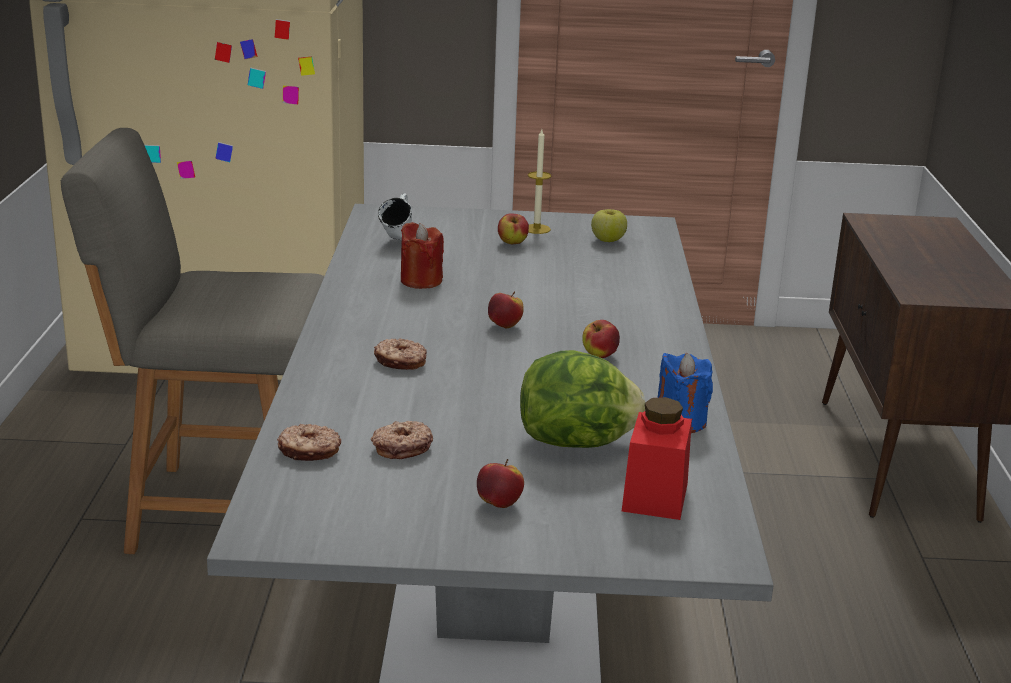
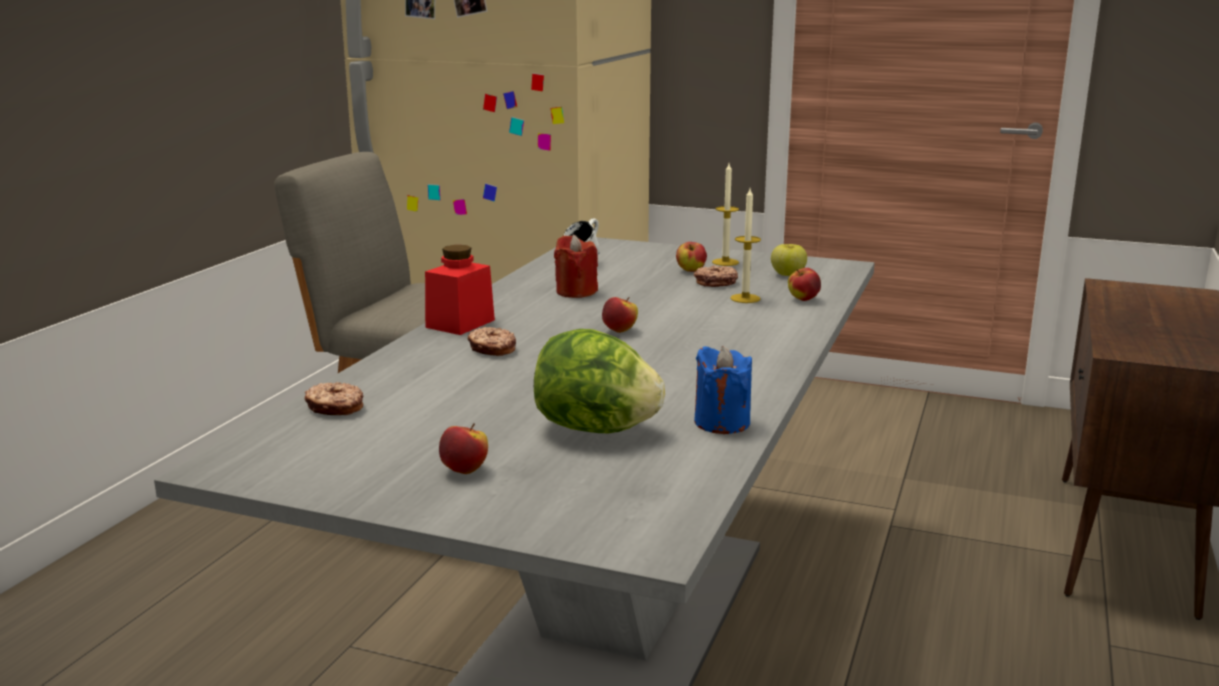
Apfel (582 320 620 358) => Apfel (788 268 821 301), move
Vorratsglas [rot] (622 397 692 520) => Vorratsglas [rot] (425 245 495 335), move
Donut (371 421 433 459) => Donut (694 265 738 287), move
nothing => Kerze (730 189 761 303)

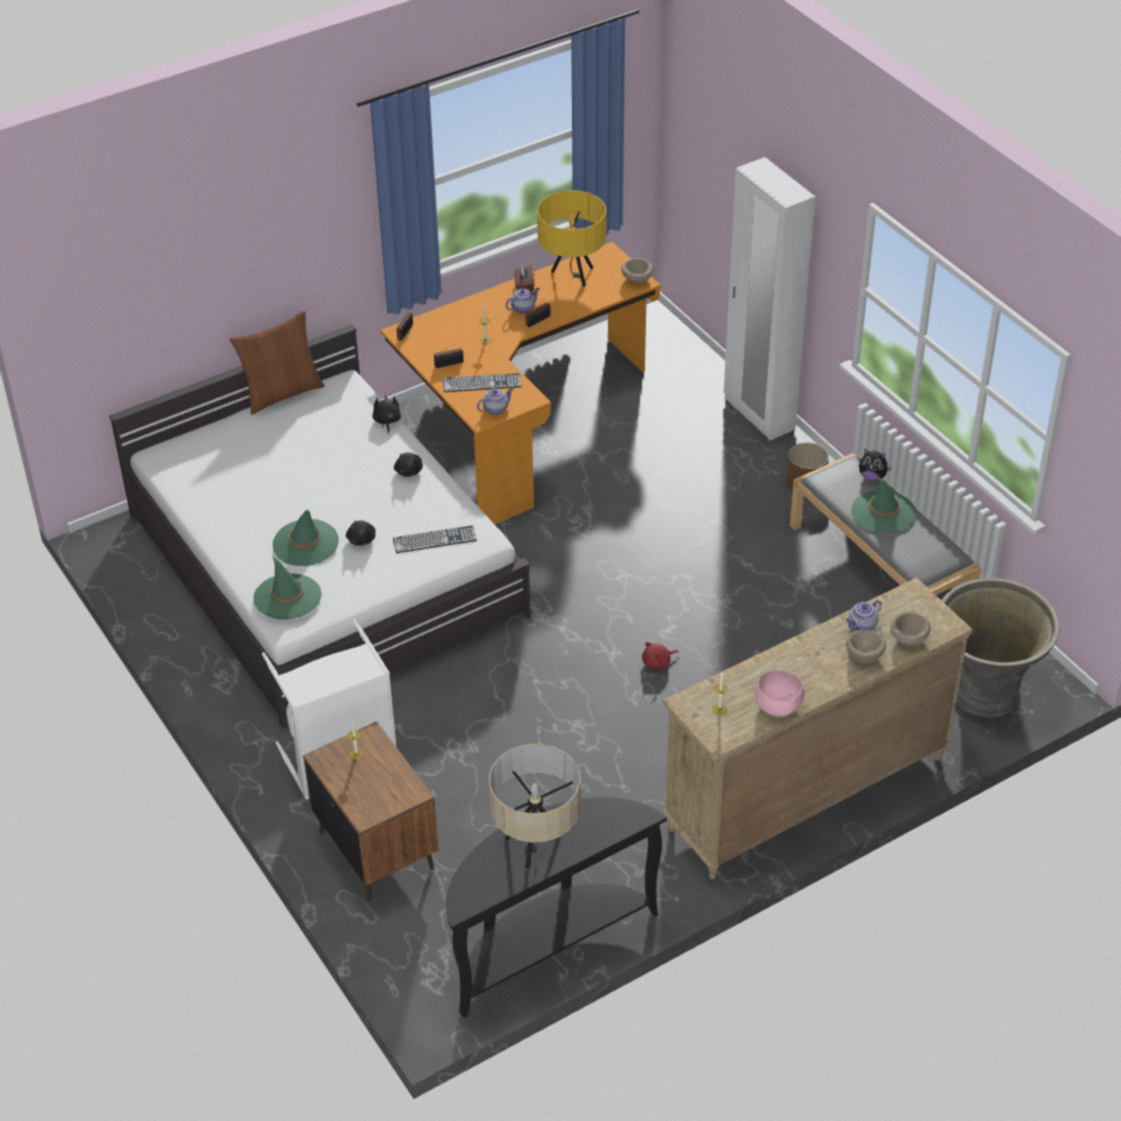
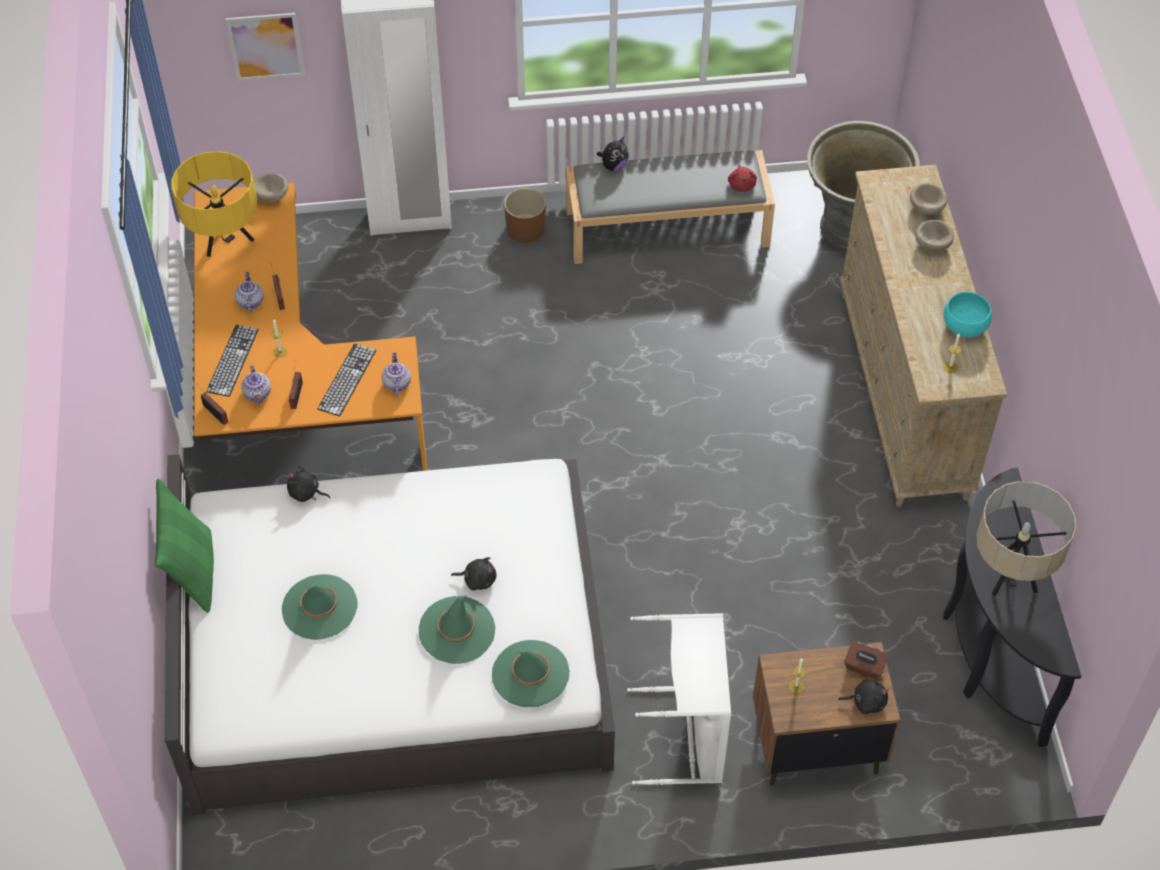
Taschentuchbox [braun] (515 264 535 293) => Taschentuchbox [braun] (844 641 889 679), move
Kissen [braun] (230 311 325 415) => Kissen [grün] (155 479 214 613)
Plüschtier [schwarz] (394 452 423 477) => Plüschtier [schwarz] (838 678 889 715), move
Hut [grün] (851 477 916 532) => Hut [grün] (282 574 358 640), move
Tastatur (393 525 477 553) => Tastatur (206 325 259 397), move
Teekanne (846 600 882 630) => Teekanne (241 365 271 404), move
Plüschtier [rot] (642 642 678 669) => Plüschtier [rot] (728 165 757 192), move
Schüssel [rosa] (755 669 805 716) => Schüssel [türkis] (944 292 992 337)
nothing => Bild (226 13 305 81)

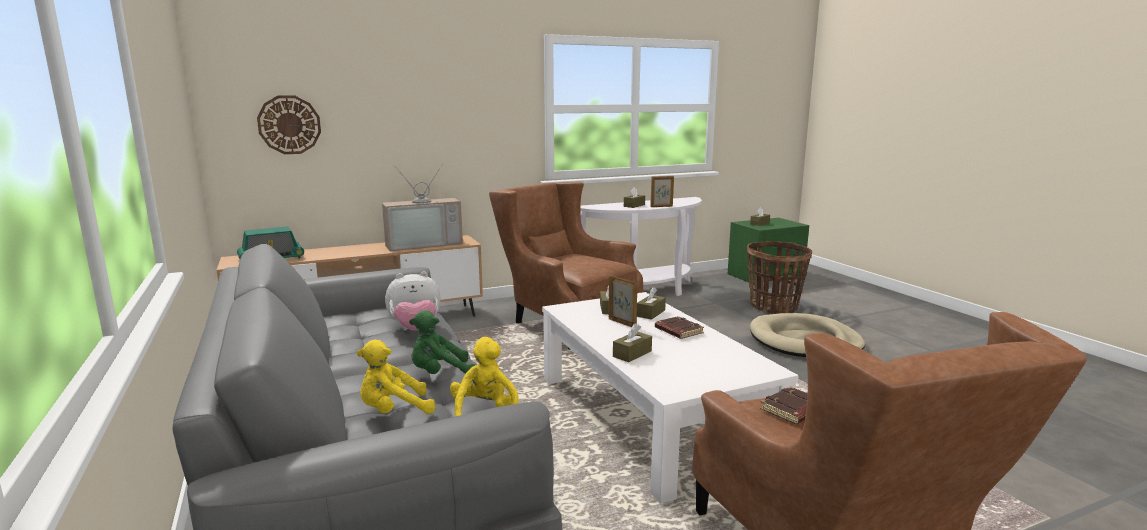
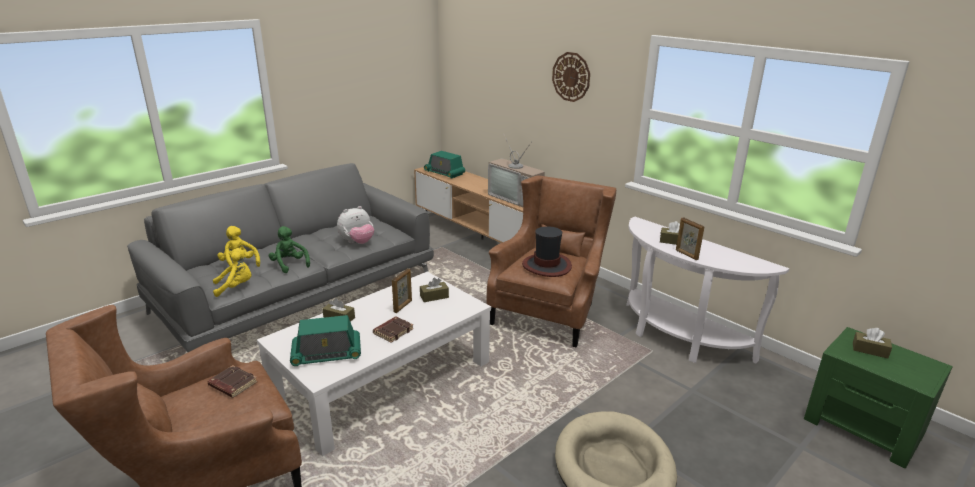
Wanduhr (257 95 321 154) => Wanduhr (552 52 590 102), move
Korb (747 241 812 314) => nothing
Plüschtier (385 271 441 331) => Plüschtier (337 206 374 244), 90 degrees counterclockwise
Taschentuchbox [braun] (637 287 666 320) => nothing
nothing => Hut (522 226 572 277)
nothing => Radio (290 315 361 366)

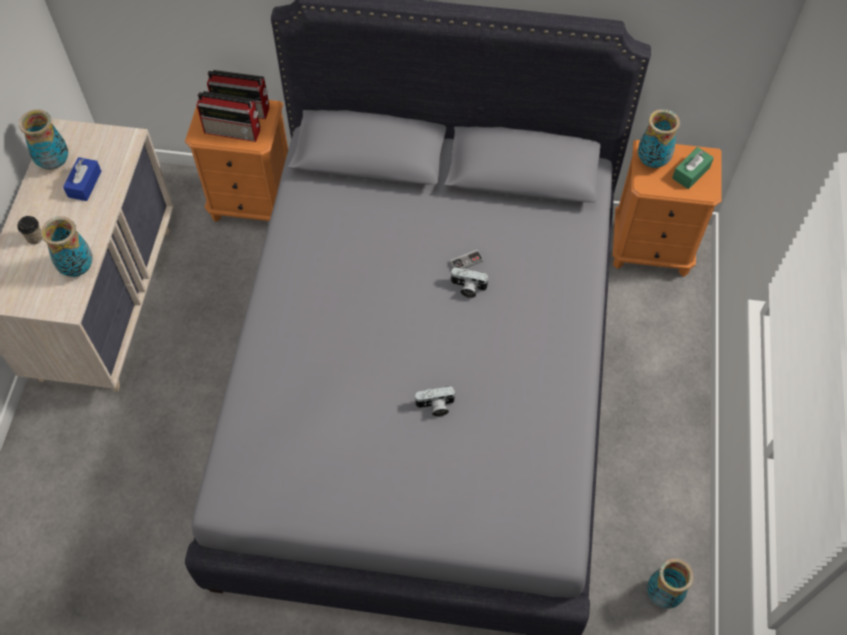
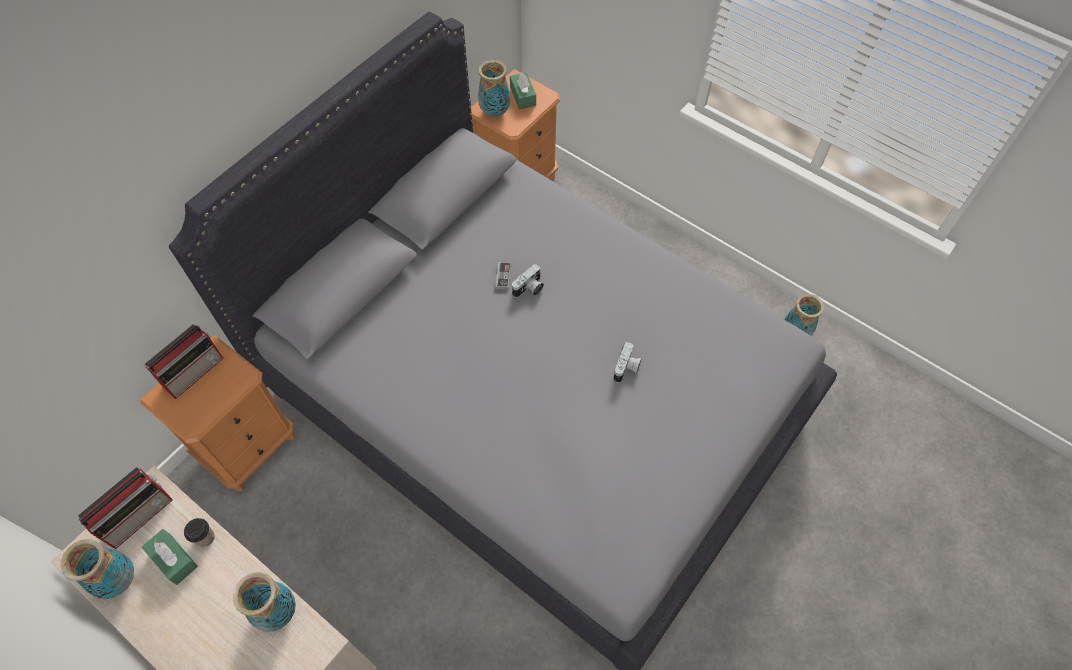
Radio (197 91 260 142) => Radio (78 467 173 549), move
Taschentuchbox [blau] (63 157 102 201) => Taschentuchbox [grün] (142 529 198 585)
Tasse (17 216 42 244) => Tasse (184 518 215 547), move

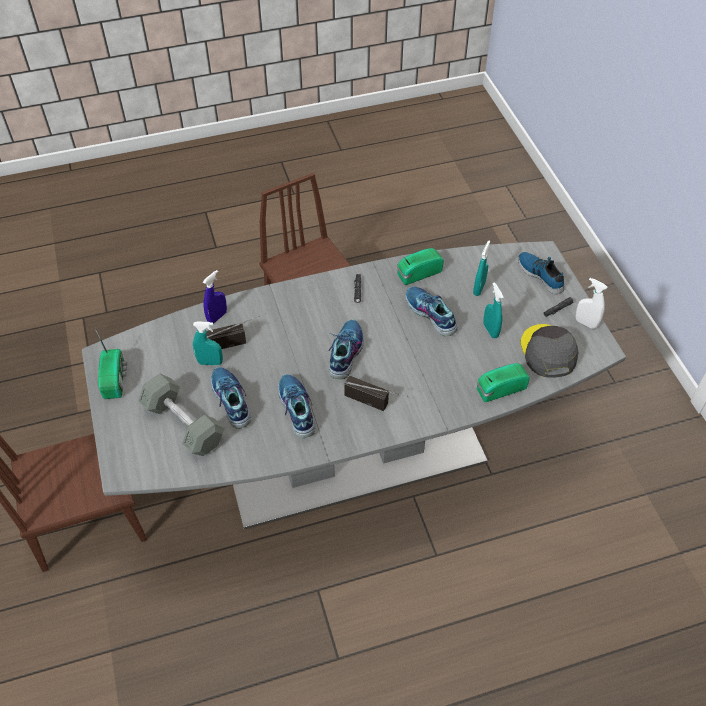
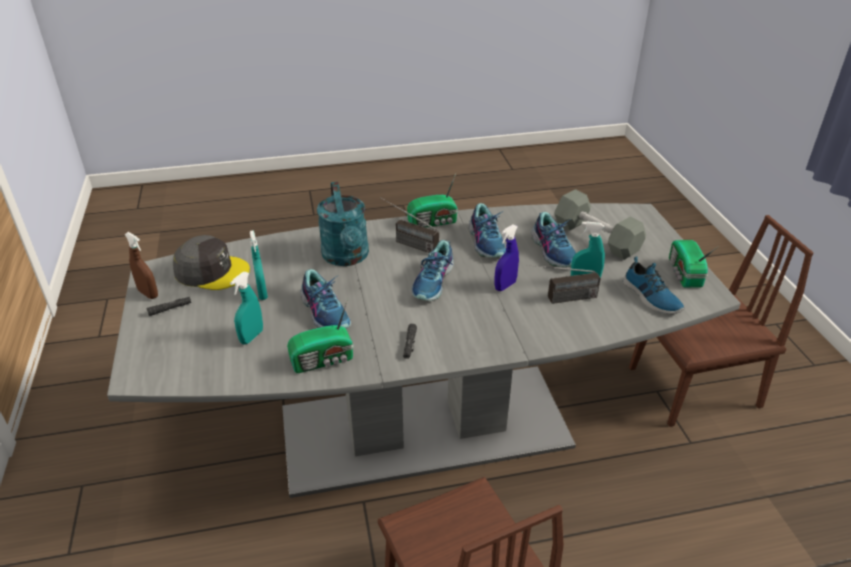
Schuh (518 252 565 294) => Schuh (623 257 684 314), move
Sprühflasche [blau] (203 270 227 324) => Sprühflasche [blau] (494 224 519 291), move
Sprühflasche [weiß] (575 278 607 329) => Sprühflasche [braun] (124 232 158 299)
Kappe [grau] (521 324 578 378) => Kappe [grau] (173 235 250 290), 75 degrees counterclockwise
Radio (477 363 530 402) => Radio (407 174 458 228), move
nothing => Gießkanne [türkis] (317 182 369 266)

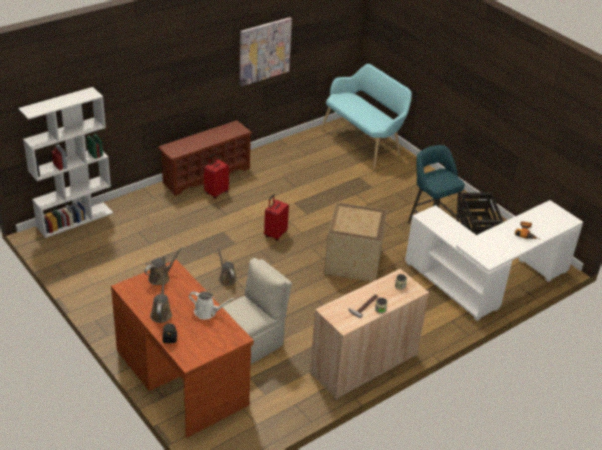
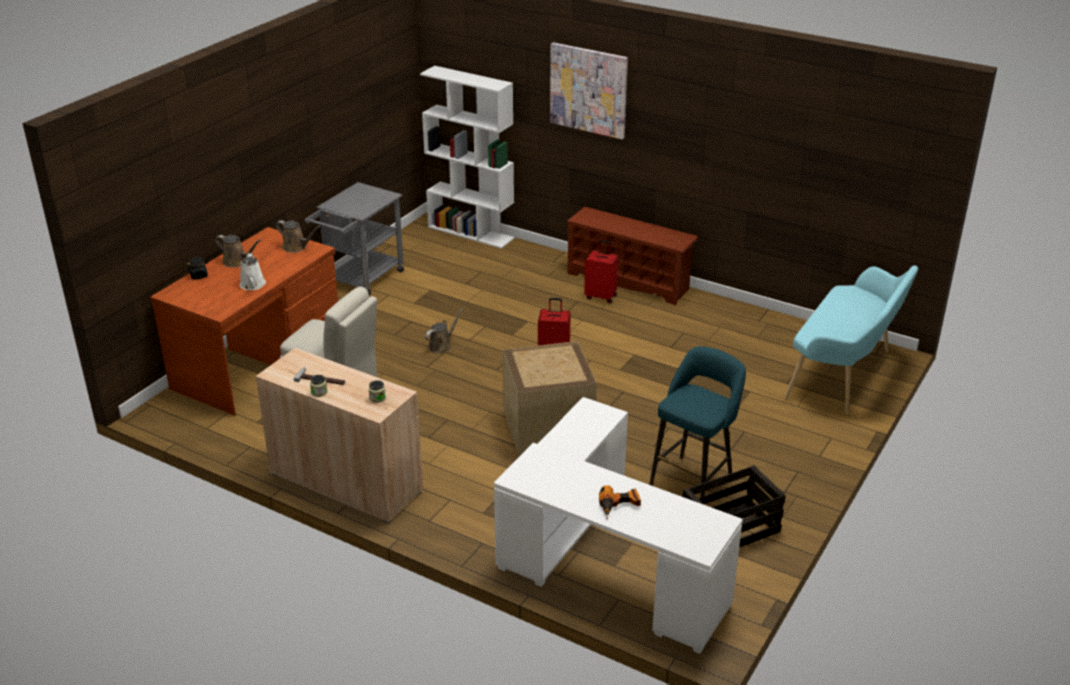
Bild (240 17 292 86) => Bild (550 42 628 139), move
Gießkanne [braun] (150 274 172 323) => Gießkanne [braun] (215 235 261 268), 45 degrees clockwise
nothing => Rollwagen [grau] (305 182 404 296)

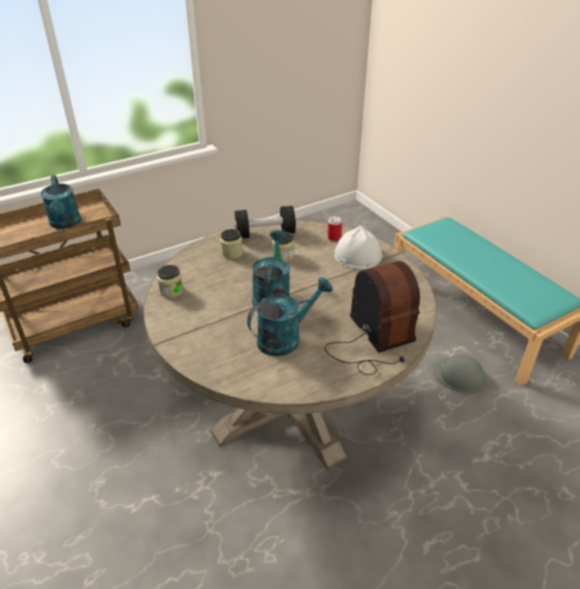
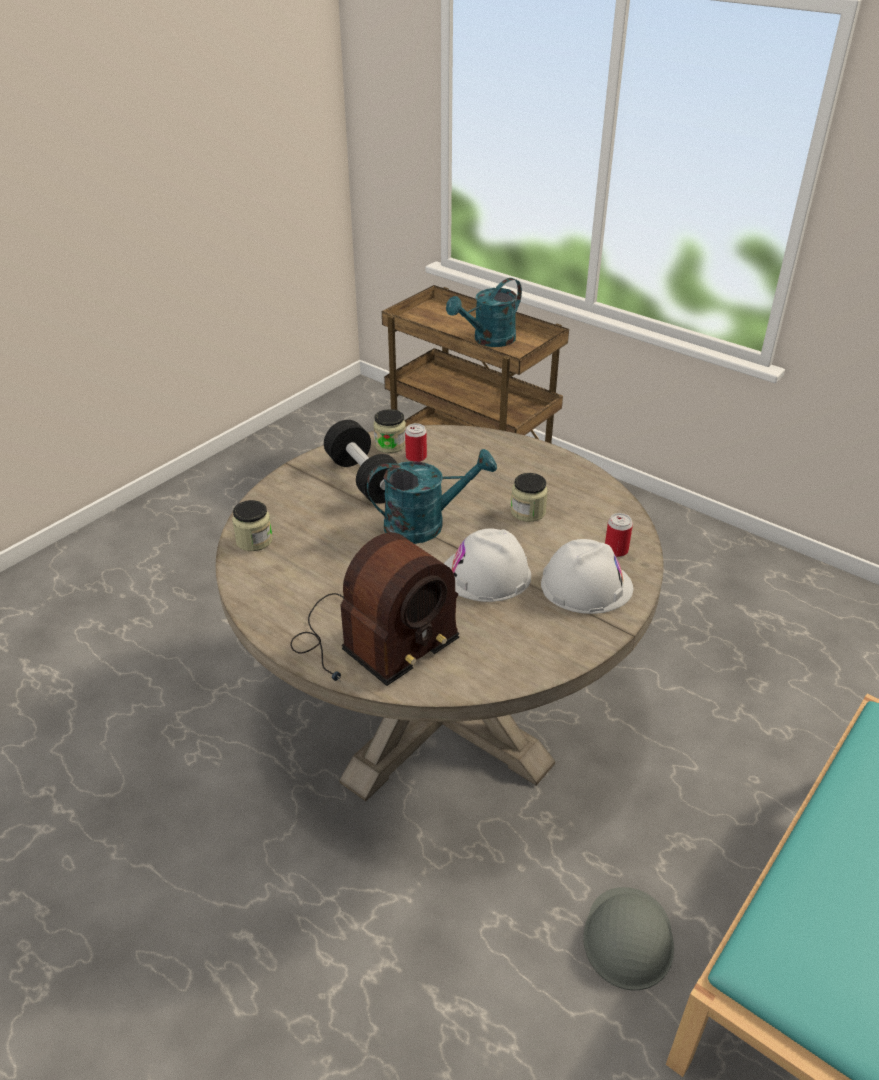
Hantel [schwarz] (234 206 296 238) => Hantel [schwarz] (324 420 398 504), move
Vorratsglas (220 229 243 259) => Vorratsglas (232 500 273 551), move
Gießkanne [türkis] (247 277 333 356) => nothing
nothing => Dose (405 423 427 462)
nothing => Schutzhelm [weiß] (444 529 531 602)

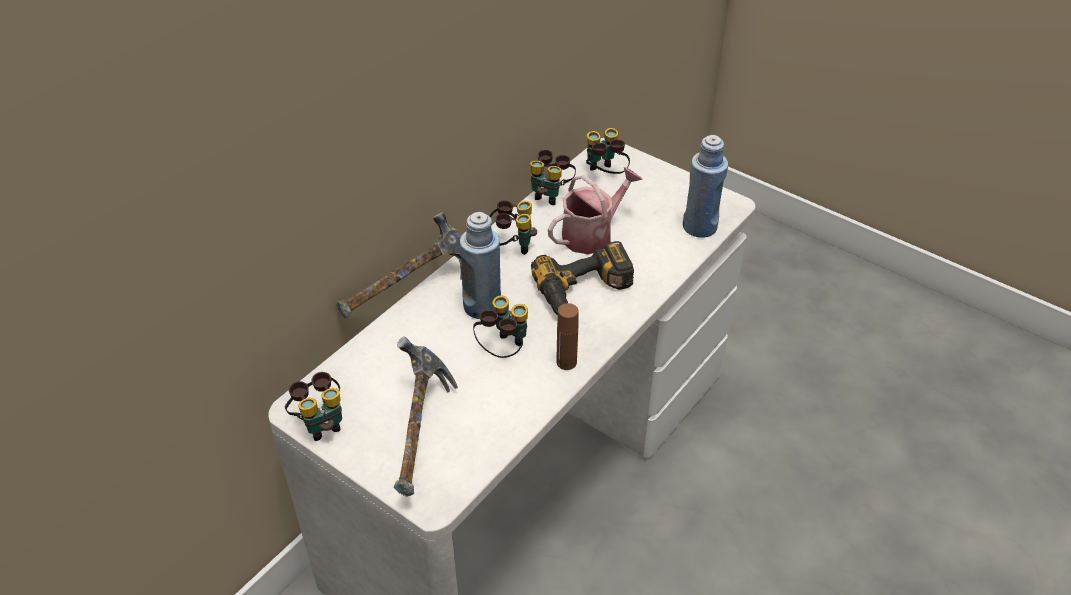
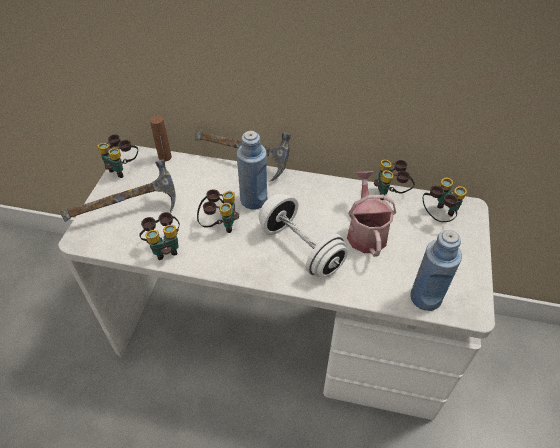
Gießkanne (548 167 643 254) => Gießkanne (347 171 396 257), 120 degrees counterclockwise
Fernglas (489 200 537 255) => Fernglas (139 212 180 260), move
Bohrmaschine (531 241 634 315) => Hantel [weiß] (259 194 348 278)
Flasche [braun] (556 303 579 370) => Flasche [braun] (150 116 172 162), move

